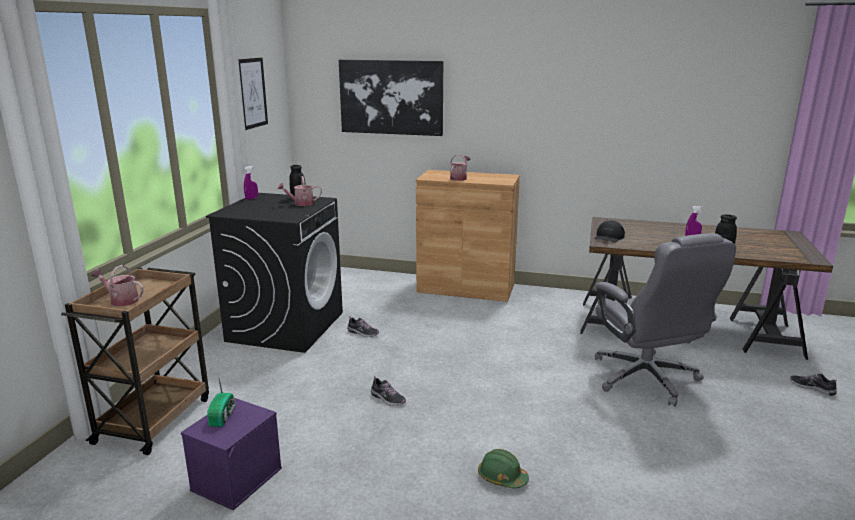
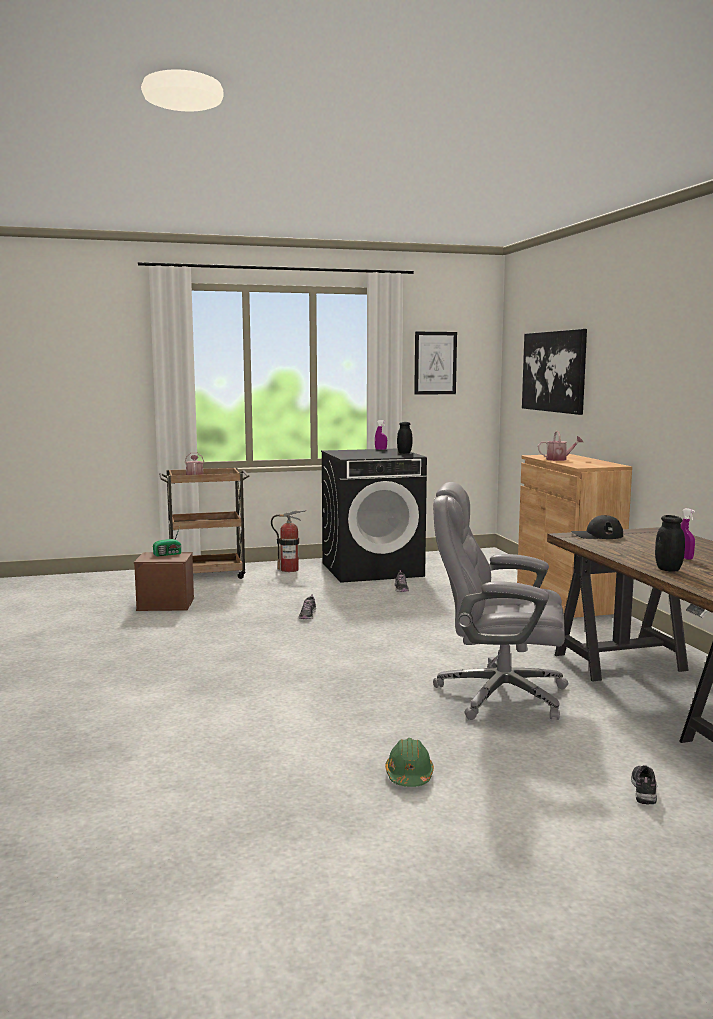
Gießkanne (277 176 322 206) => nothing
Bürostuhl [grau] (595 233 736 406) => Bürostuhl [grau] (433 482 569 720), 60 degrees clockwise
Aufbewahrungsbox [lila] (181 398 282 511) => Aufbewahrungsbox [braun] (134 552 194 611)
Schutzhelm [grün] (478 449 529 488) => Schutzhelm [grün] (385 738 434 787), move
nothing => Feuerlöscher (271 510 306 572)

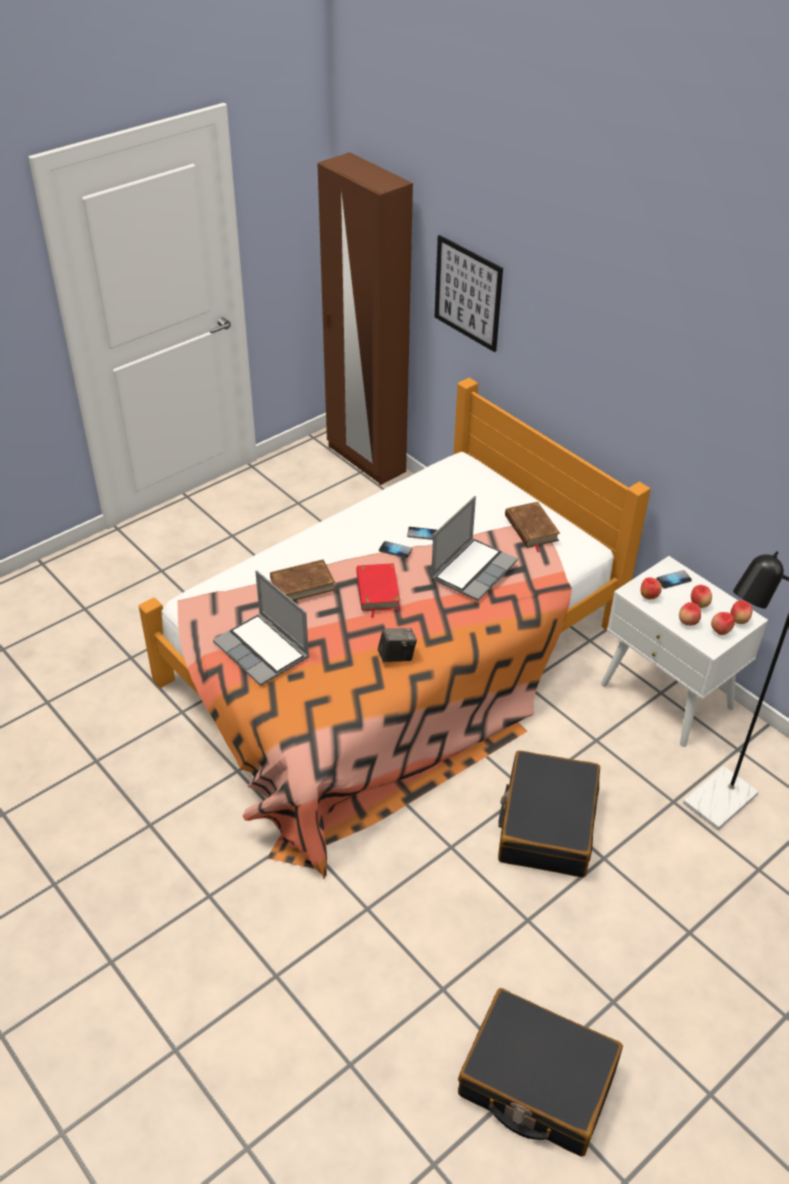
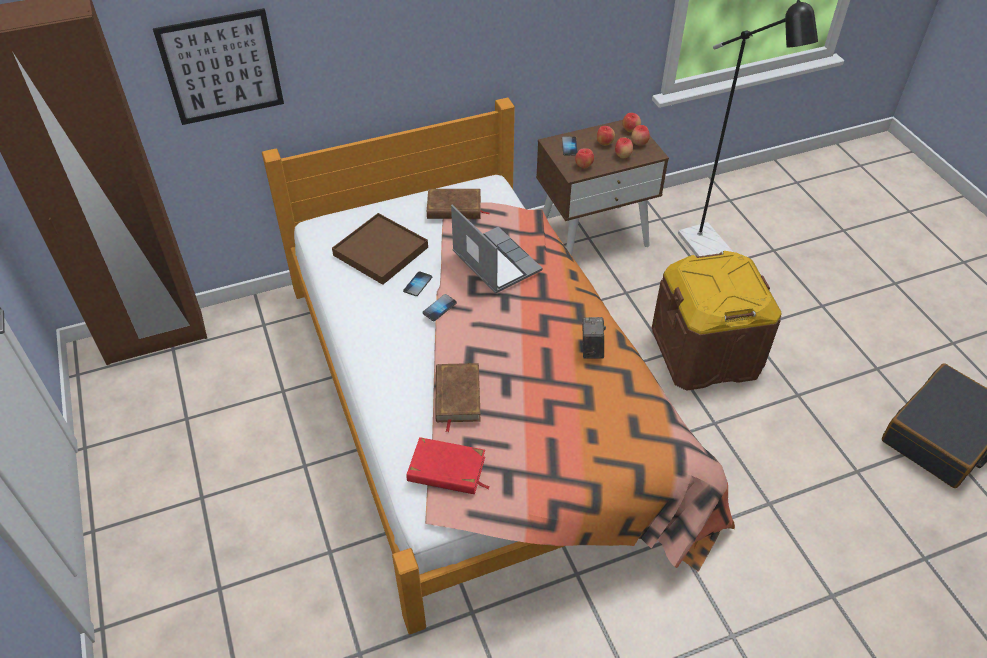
Nachttisch [weiß] (601 556 768 747) => Nachttisch [braun] (536 120 669 256)
Buch [rot] (356 563 400 618) => Buch [rot] (407 437 490 494), move
Laptop (213 570 309 686) => nothing
Koffer [schwarz] (498 750 600 877) => Aufbewahrungsbox [braun] (652 251 782 391)
nothing => Tablett [braun] (332 213 428 285)

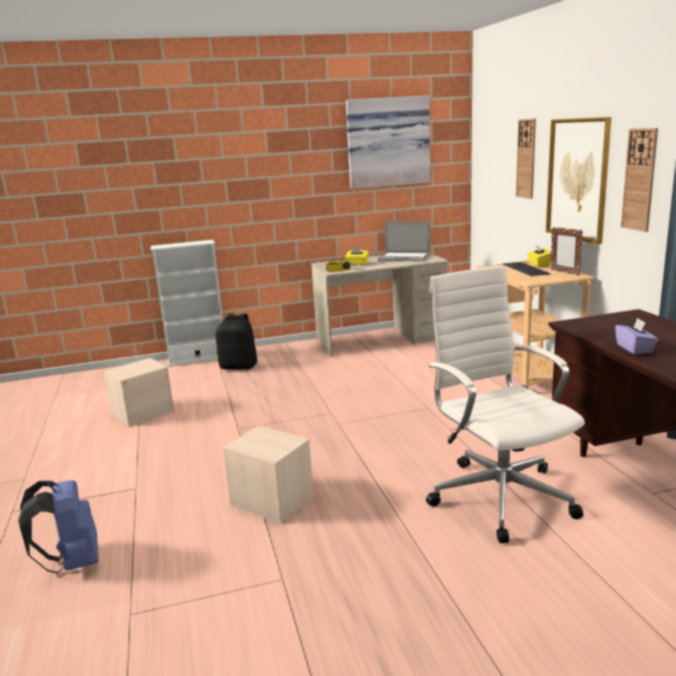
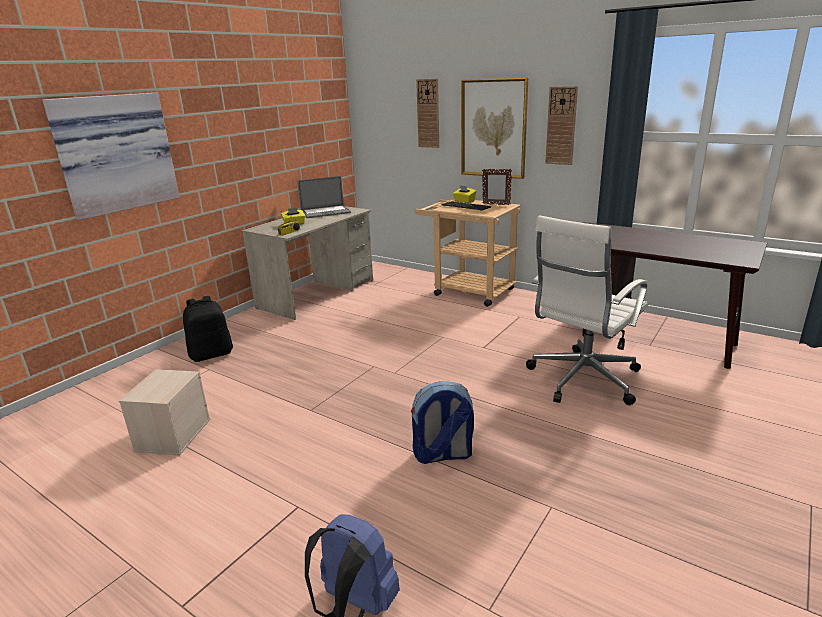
Bild (346 95 430 189) => Bild (43 93 180 220), move
Bücherregal [weiß] (151 240 223 367) => nothing
Bürostuhl [weiß] (426 265 585 543) => Bürostuhl [weiß] (526 215 648 405), 75 degrees counterclockwise
Taschentuchbox [lila] (615 318 658 354) => nothing
Aufbewahrungsbox [beige] (223 425 314 523) => Rucksack (411 381 474 464)

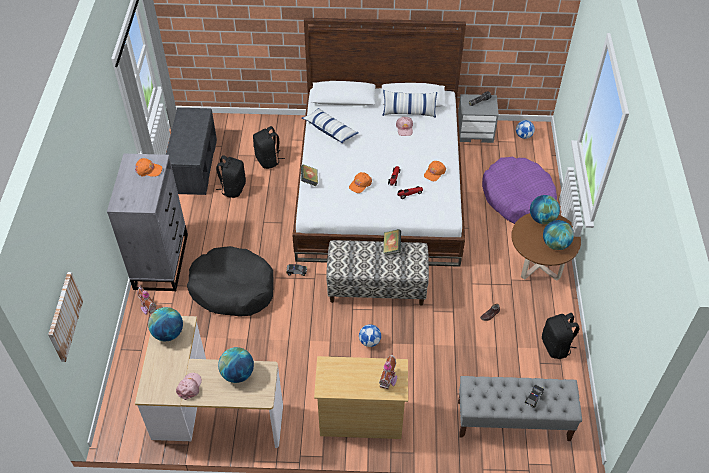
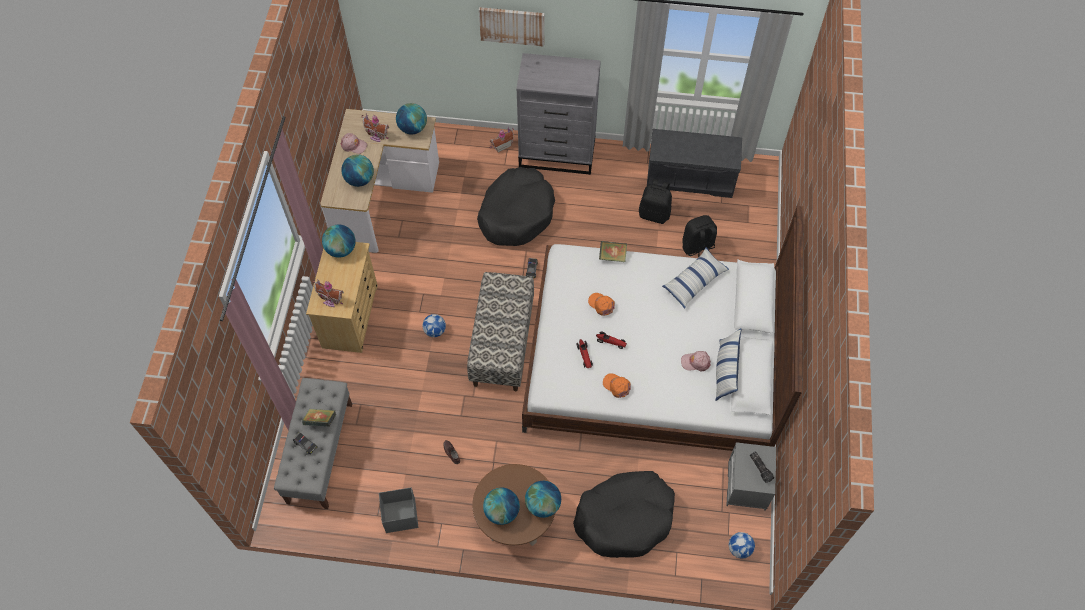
Hundebett [lila] (482 157 557 224) => Hundebett [schwarz] (573 471 675 558)
Kappe [orange] (135 158 162 177) => nothing
Buch (383 229 401 255) => Buch (302 409 336 427), move
Bild (48 272 83 362) => Bild (479 7 544 47), move
Rucksack [schwarz] (542 313 579 359) => Aufbewahrungsbox [grau] (379 487 419 533)
nothing => Spielzeughaus (361 114 389 142)
nothing => Globus (322 224 356 258)

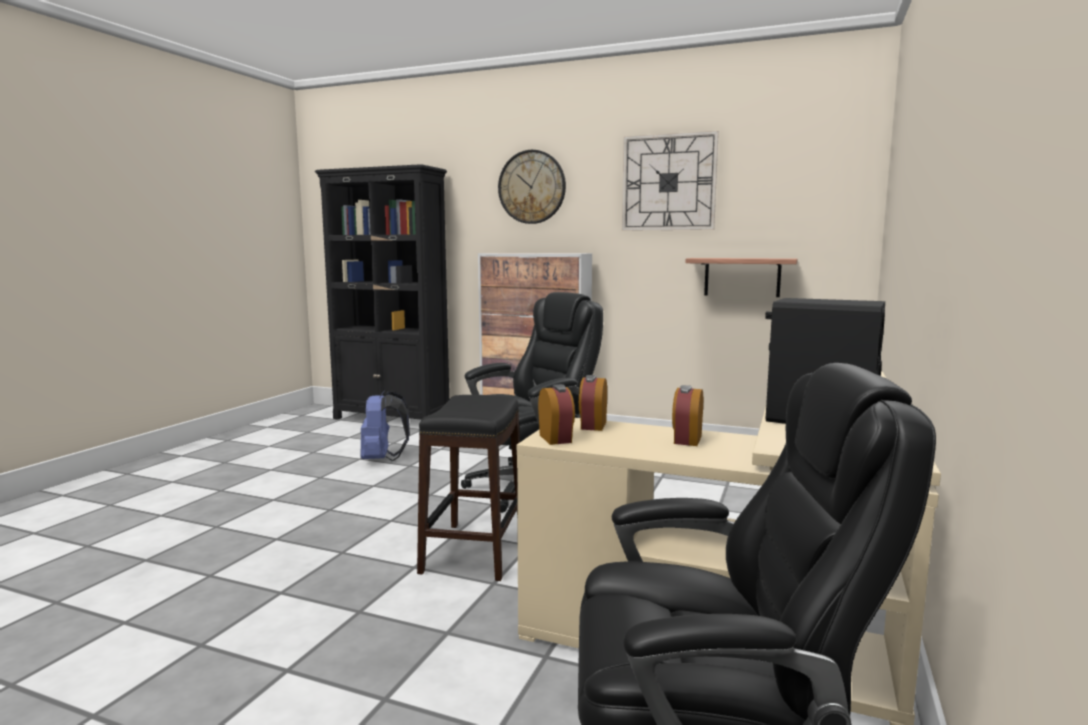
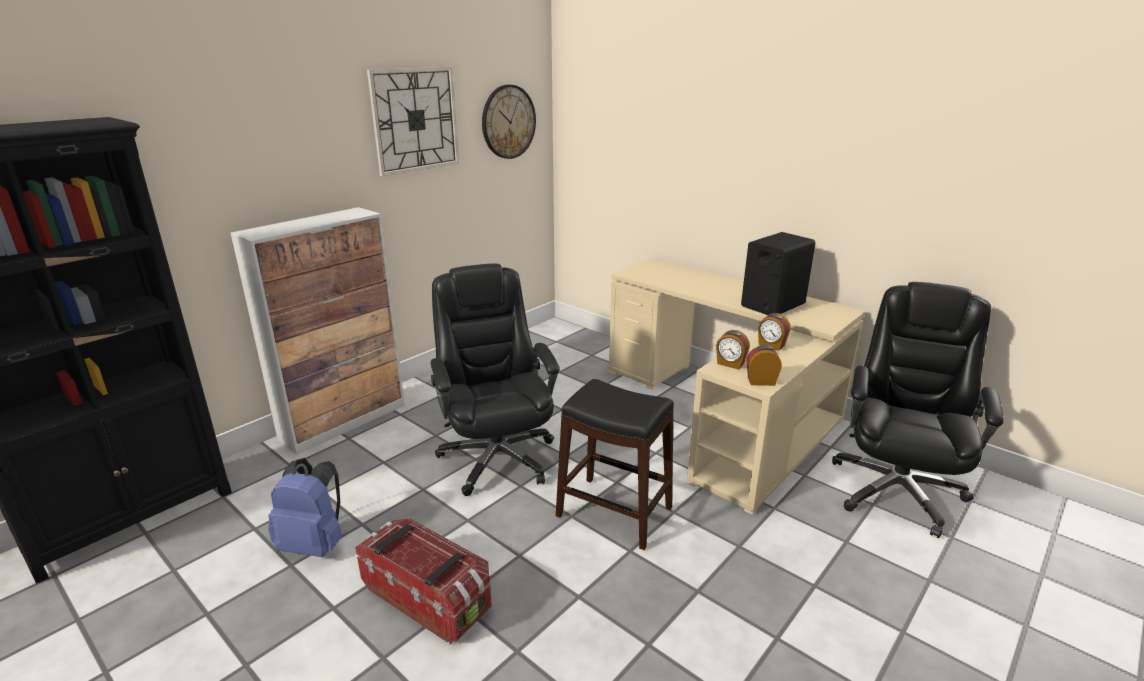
Wanduhr (498 150 566 224) => Wanduhr (482 85 536 159), move
Wandregal (685 258 797 297) => nothing
nothing => Aufbewahrungsbox (355 519 492 645)

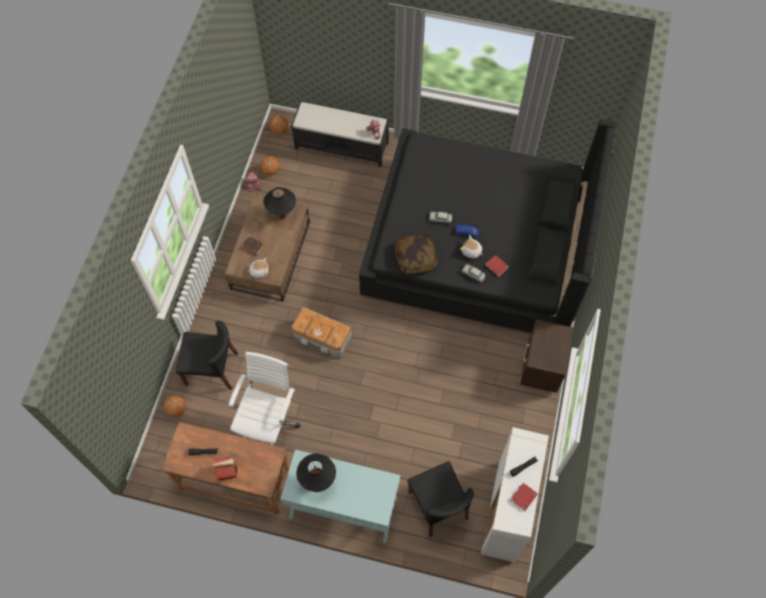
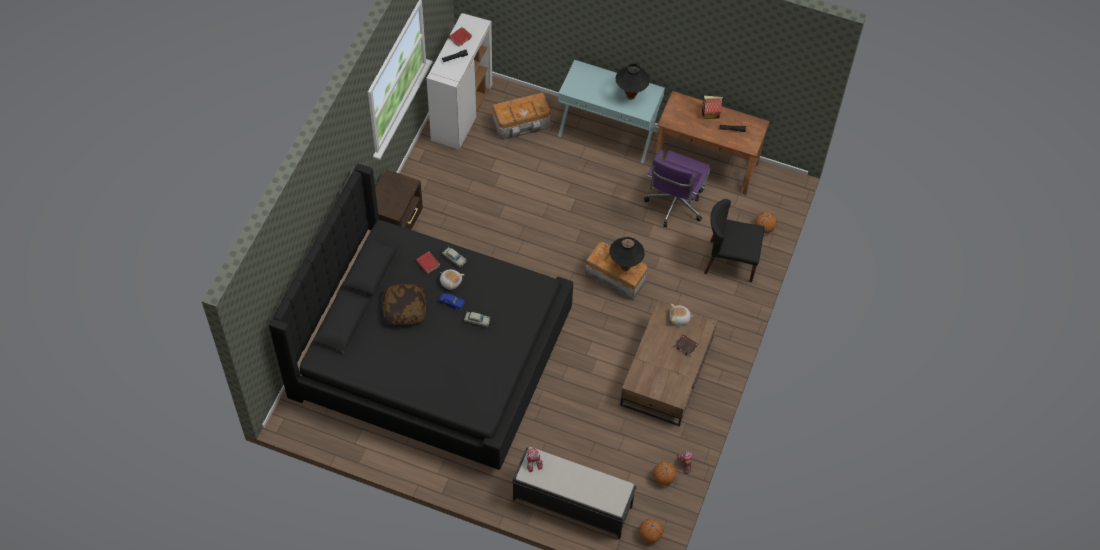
Tischlampe [schwarz] (263 187 296 219) => Tischlampe [schwarz] (609 237 645 271), move
Kissen (395 234 437 273) => Kissen (382 284 426 325), move
Bürostuhl [weiß] (229 352 300 445) => Bürostuhl [lila] (644 149 711 227)
Stuhl [schwarz] (407 461 474 537) => Aufbewahrungsbox (492 92 550 140)

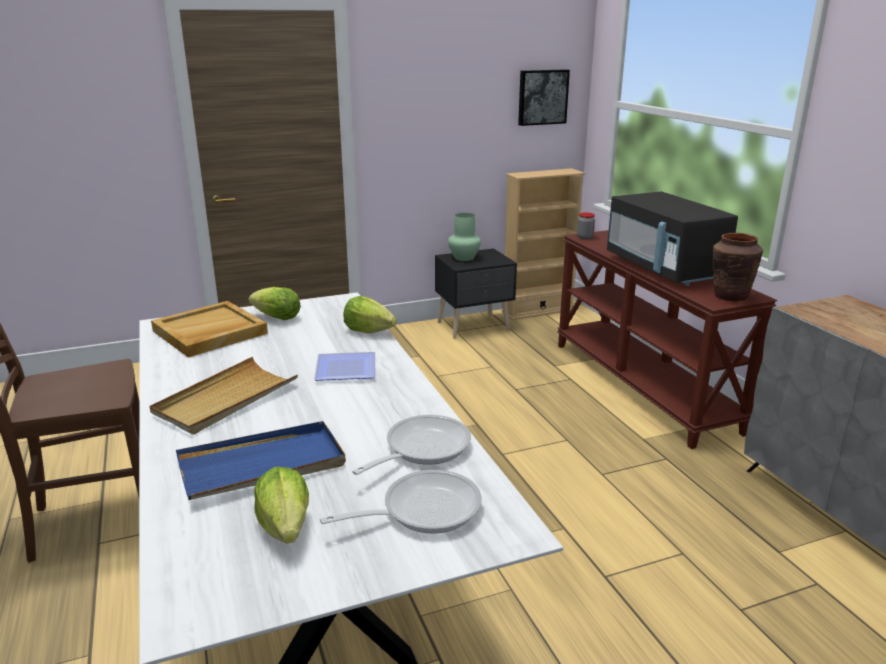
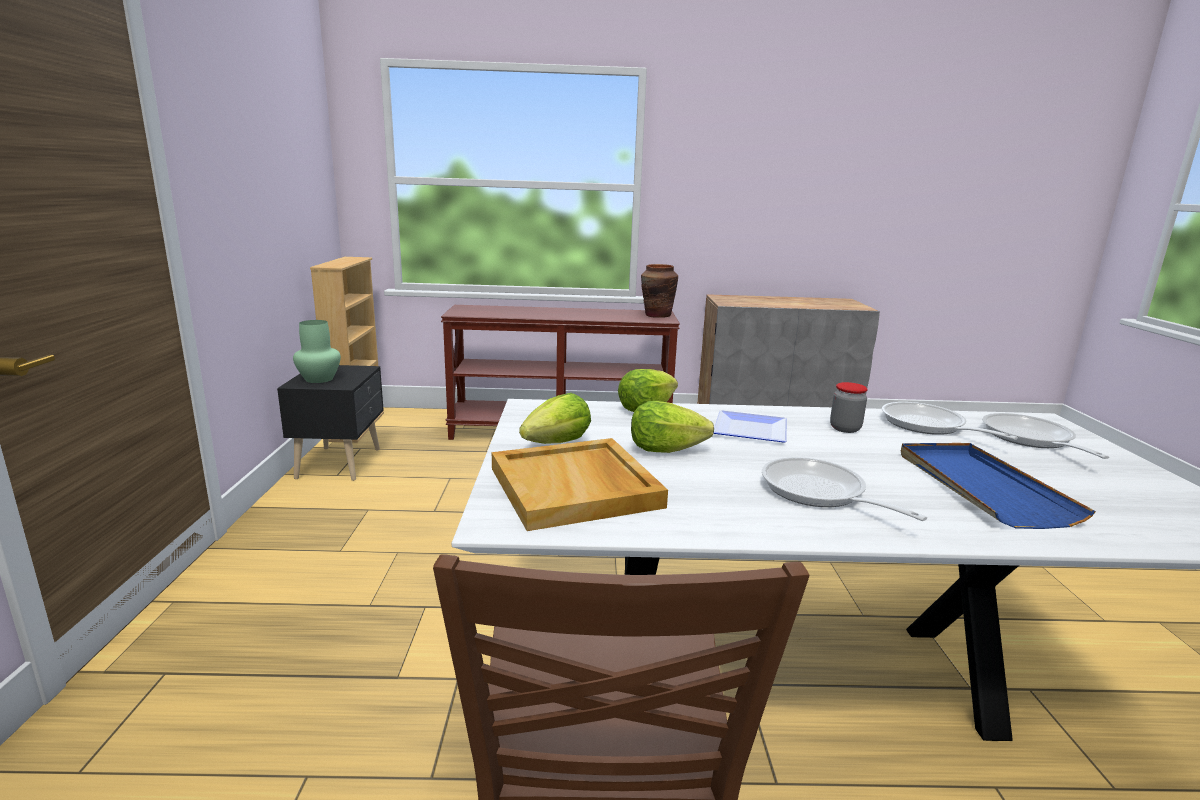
Bild (518 69 570 126) => nothing
Mikrowelle [schwarz] (607 191 738 286) => nothing
Vorratsglas (577 212 595 239) => Vorratsglas (830 382 868 433), move
Tablett [beige] (150 357 298 434) => Pfanne (762 457 927 521)
Salatkopf (254 467 309 543) => Salatkopf (631 401 714 453), move

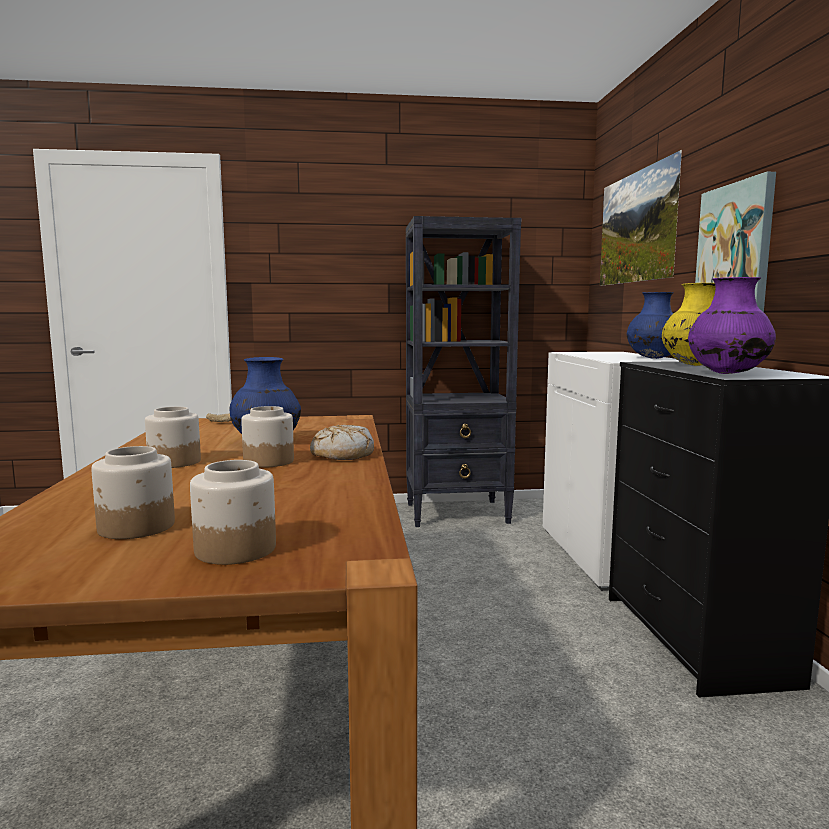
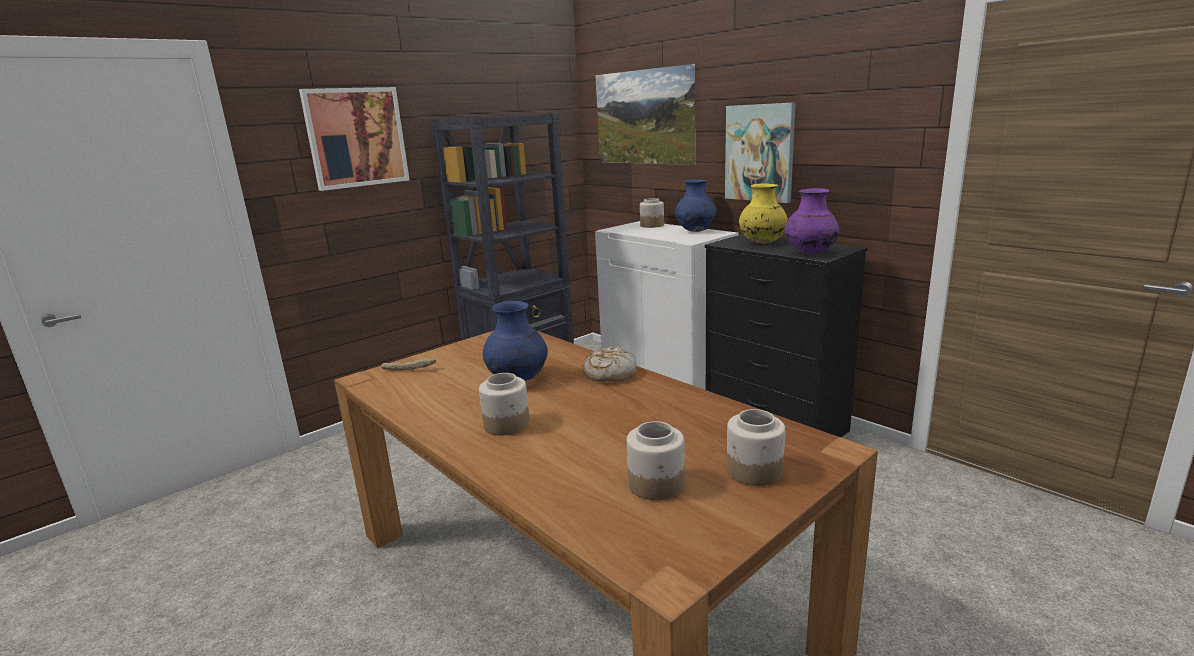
Vorratsglas (241 406 294 468) => Vorratsglas (640 198 664 228), move
nothing => Bild (299 87 409 191)

